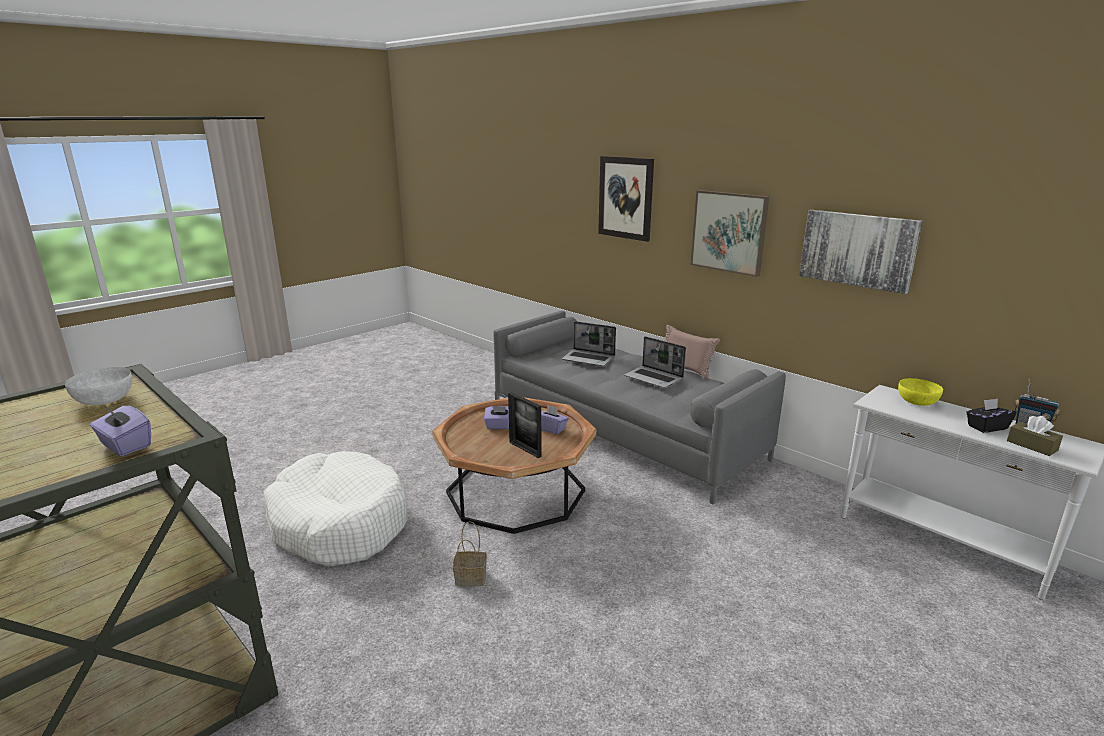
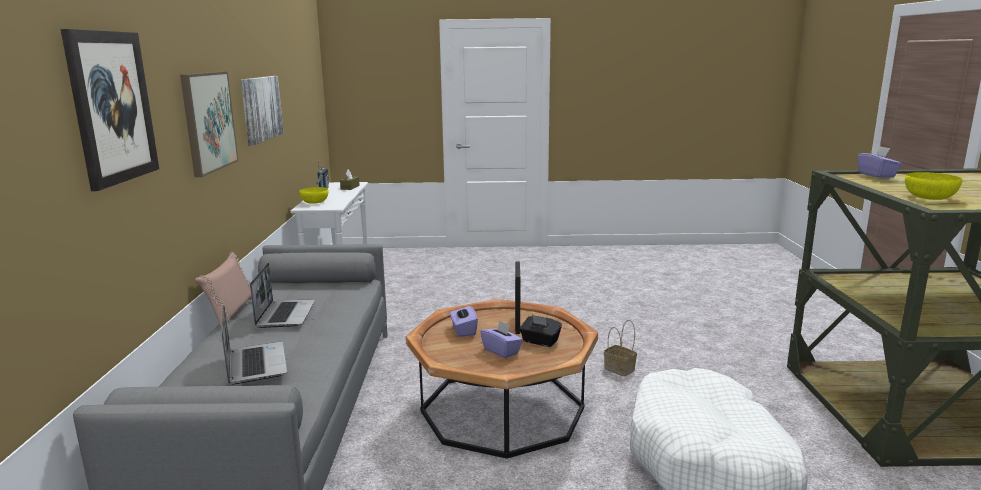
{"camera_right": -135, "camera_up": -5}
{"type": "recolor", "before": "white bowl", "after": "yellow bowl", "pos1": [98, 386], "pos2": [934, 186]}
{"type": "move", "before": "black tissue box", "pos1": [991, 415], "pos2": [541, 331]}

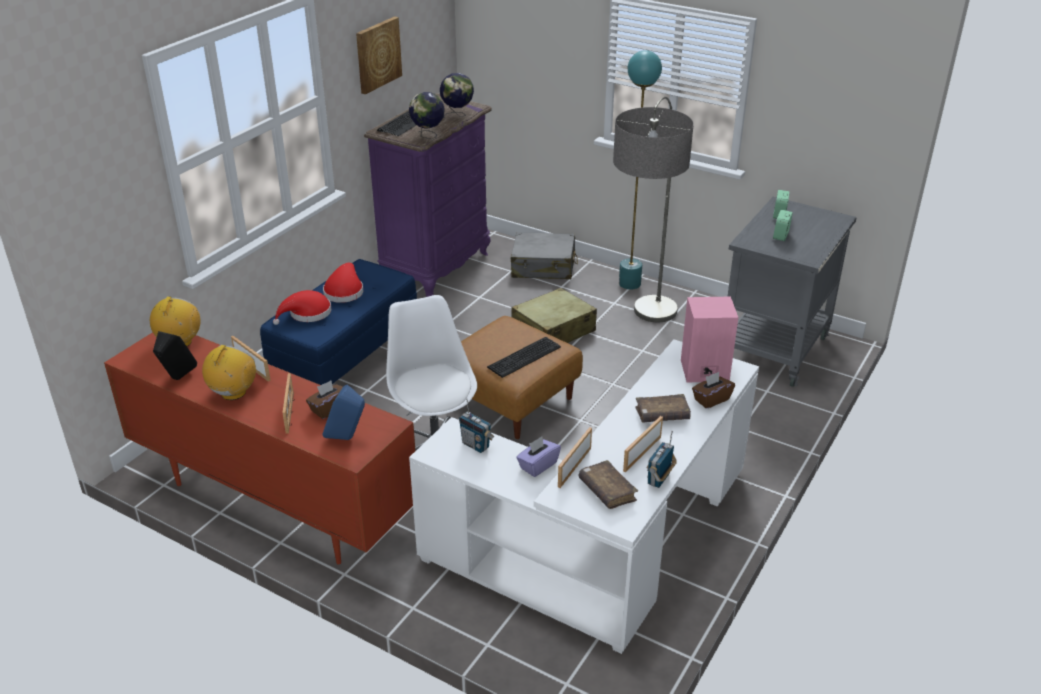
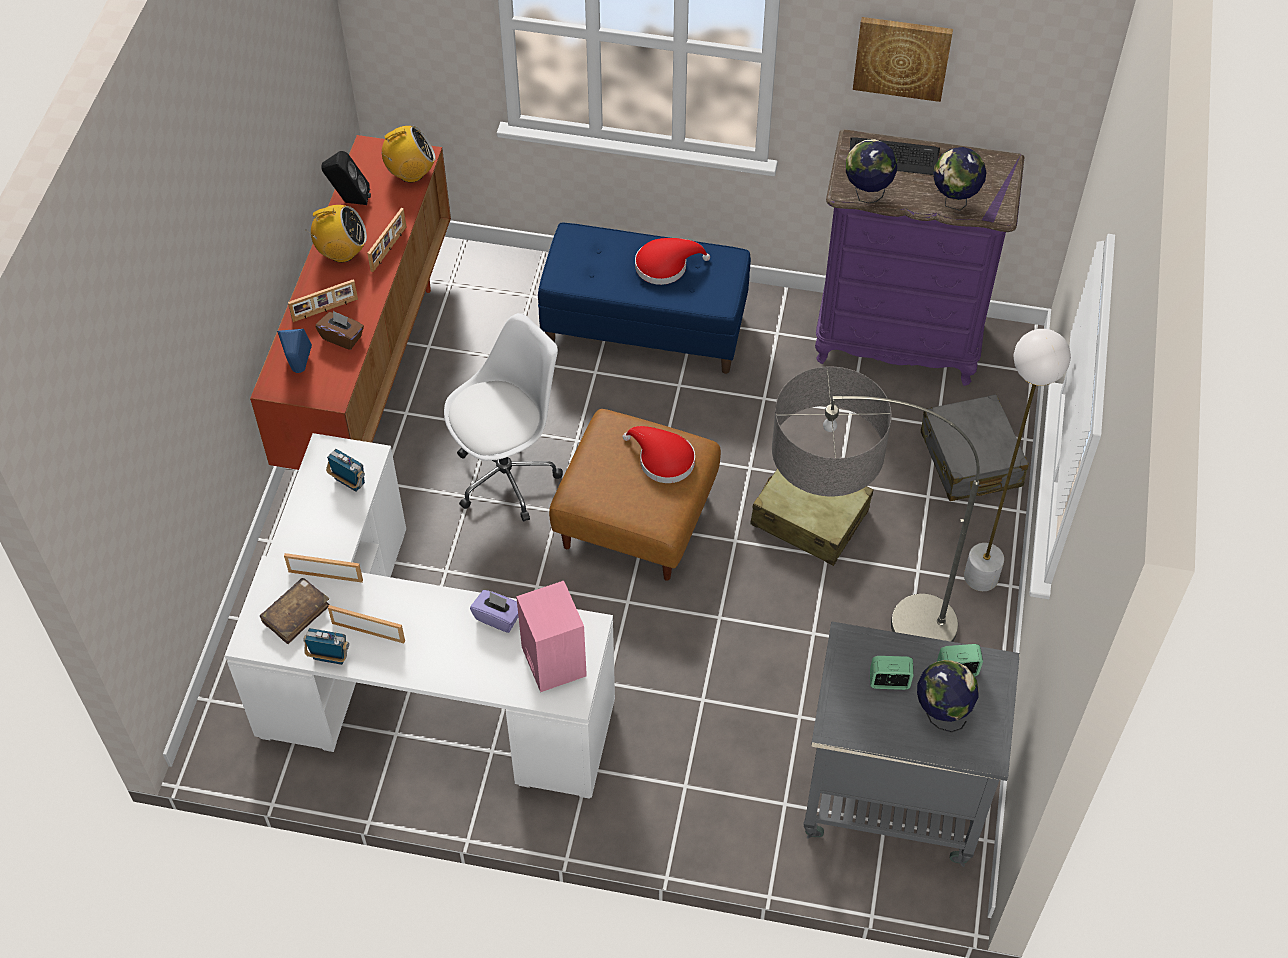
{"camera_right": 70, "camera_up": 20}
{"type": "move", "before": "red hat", "pos1": [302, 307], "pos2": [659, 454]}
{"type": "rotate", "before": "radio", "pos1": [476, 425], "pos2": [345, 470], "turn": 105}
{"type": "delete", "before": "keyboard", "pos1": [524, 357]}
{"type": "move", "before": "purple tissue box", "pos1": [538, 456], "pos2": [494, 611]}
{"type": "recolor", "before": "turquoise floor lamp", "after": "white floor lamp", "pos1": [640, 170], "pos2": [1017, 460]}
{"type": "delete", "before": "brown book", "pos1": [663, 408]}
{"type": "delete", "before": "brown tissue box", "pos1": [713, 390]}
{"type": "insert", "after": "globe", "pos2": [948, 696]}

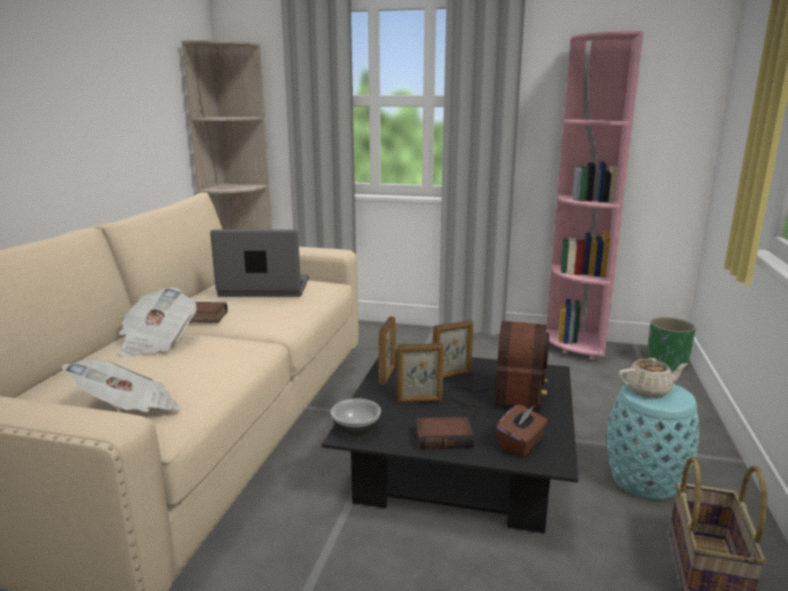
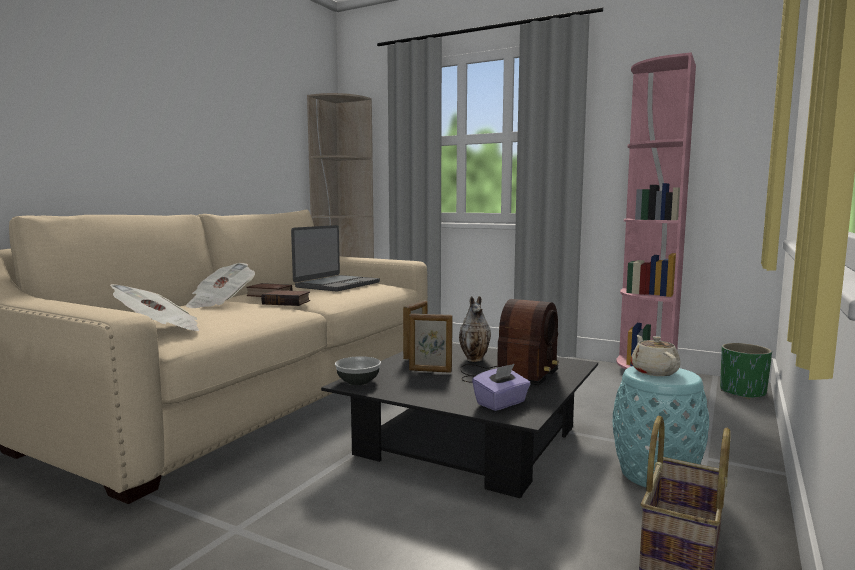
{"camera_right": 15, "camera_up": -10}
{"type": "rotate", "before": "laptop", "pos1": [259, 263], "pos2": [335, 258], "turn": 105}
{"type": "move", "before": "book", "pos1": [445, 433], "pos2": [285, 298]}
{"type": "replace", "before": "picture frame", "after": "vase", "pos1": [453, 349], "pos2": [475, 329]}
{"type": "recolor", "before": "brown tissue box", "after": "purple tissue box", "pos1": [522, 431], "pos2": [501, 387]}
{"type": "rotate", "before": "beige teapot", "pos1": [653, 378], "pos2": [656, 355], "turn": -105}

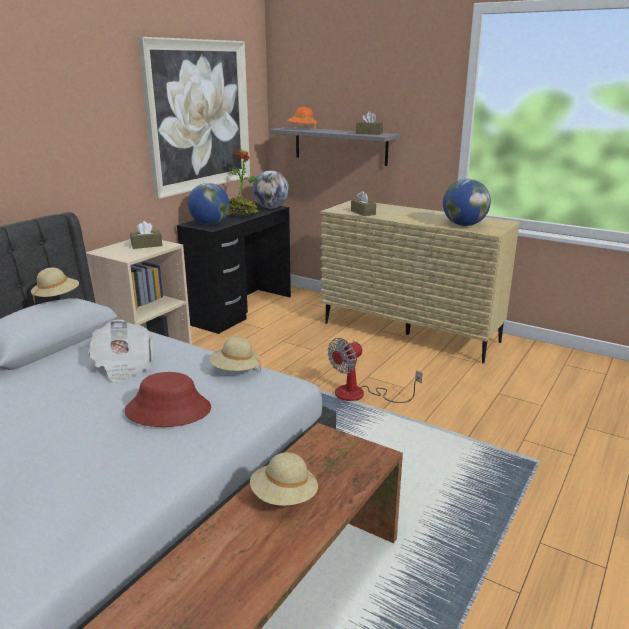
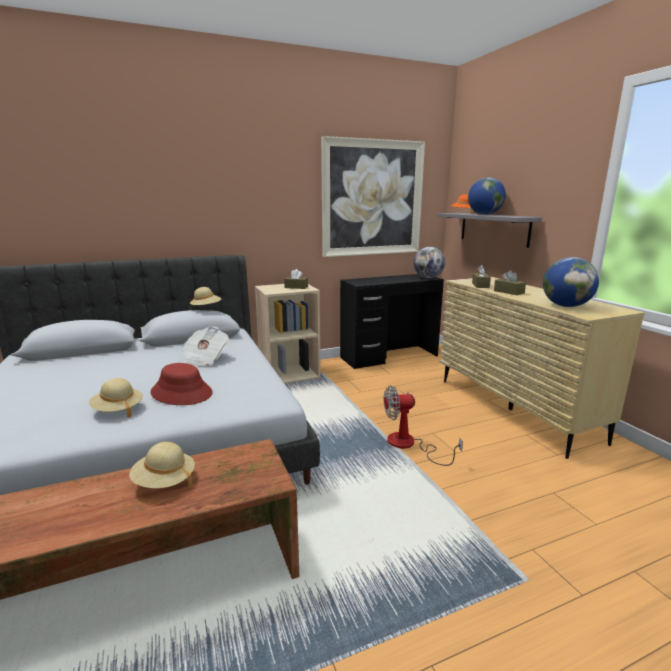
{"camera_right": 35, "camera_up": -5}
{"type": "move", "before": "globe", "pos1": [209, 204], "pos2": [487, 196]}
{"type": "move", "before": "beige hat", "pos1": [235, 354], "pos2": [116, 398]}
{"type": "delete", "before": "potted plant", "pos1": [243, 182]}
{"type": "move", "before": "brown tissue box", "pos1": [369, 123], "pos2": [510, 282]}

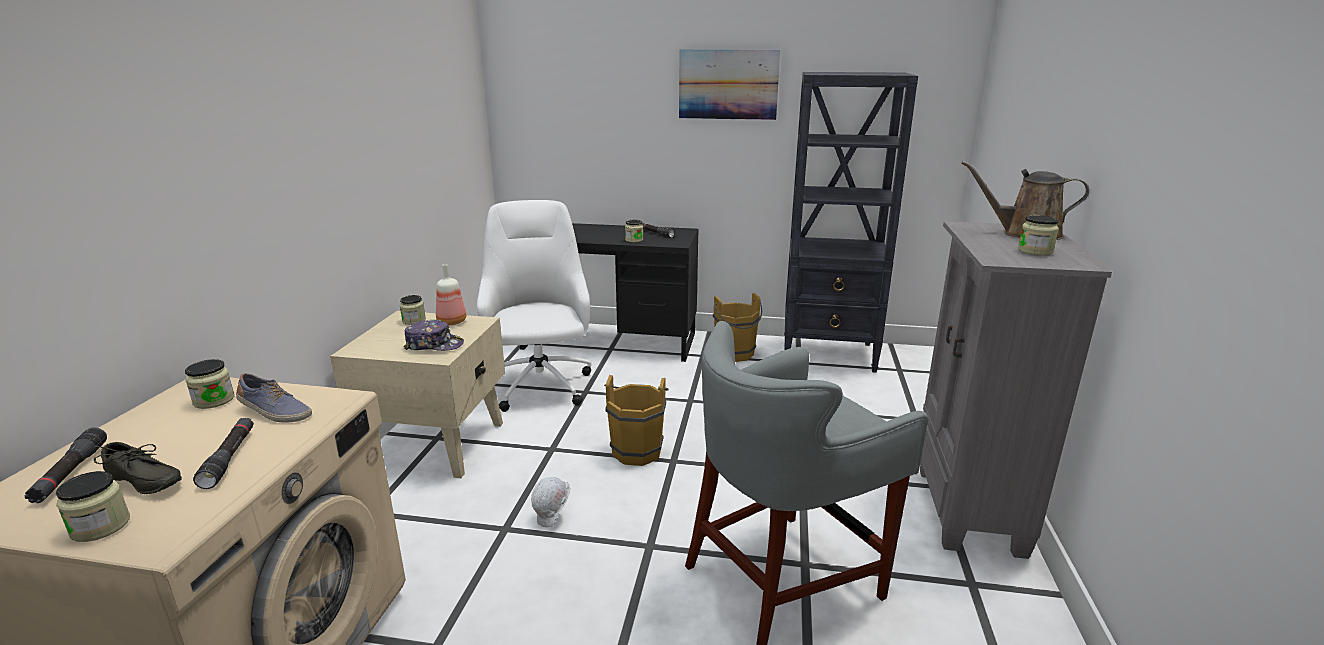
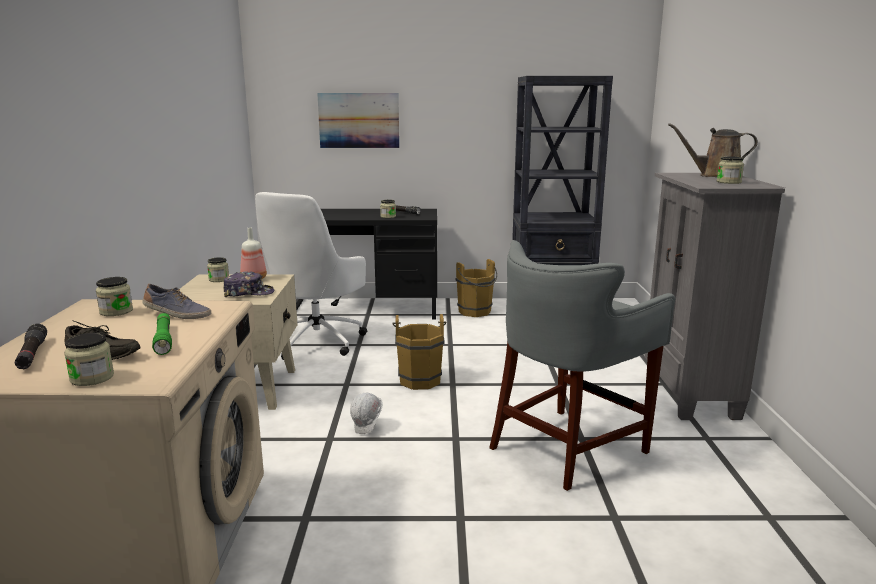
{"camera_right": -10, "camera_up": -5}
{"type": "recolor", "before": "black flashlight", "after": "green flashlight", "pos1": [223, 453], "pos2": [162, 334]}
{"type": "rotate", "before": "white office chair", "pos1": [534, 306], "pos2": [311, 276], "turn": -135}
{"type": "move", "before": "picture", "pos1": [729, 84], "pos2": [358, 120]}

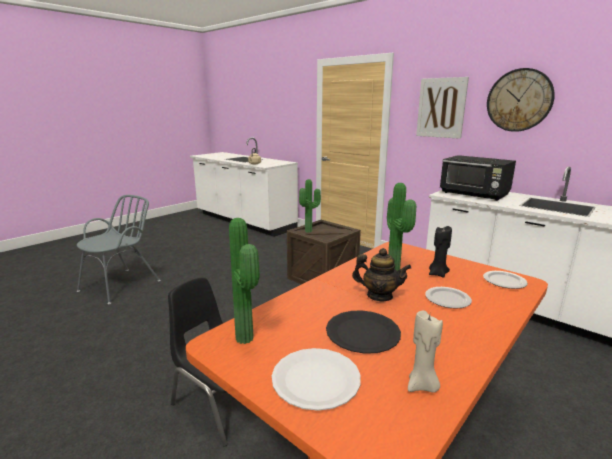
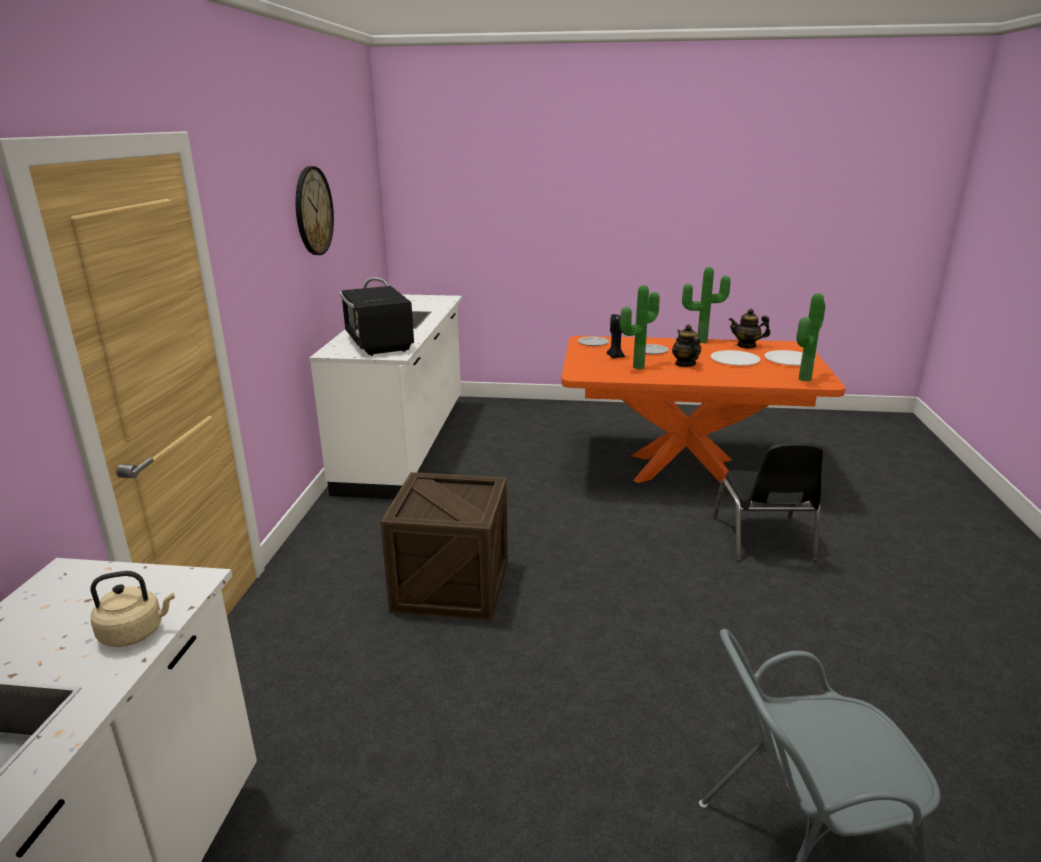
{"camera_right": -125, "camera_up": 5}
{"type": "move", "before": "potted plant", "pos1": [310, 205], "pos2": [706, 305]}
{"type": "recolor", "before": "black plate", "after": "white plate", "pos1": [363, 332], "pos2": [735, 358]}
{"type": "replace", "before": "beige candle", "after": "teapot", "pos1": [425, 351], "pos2": [749, 329]}
{"type": "delete", "before": "picture", "pos1": [442, 108]}
{"type": "rotate", "before": "black microwave", "pos1": [478, 178], "pos2": [376, 321], "turn": 150}

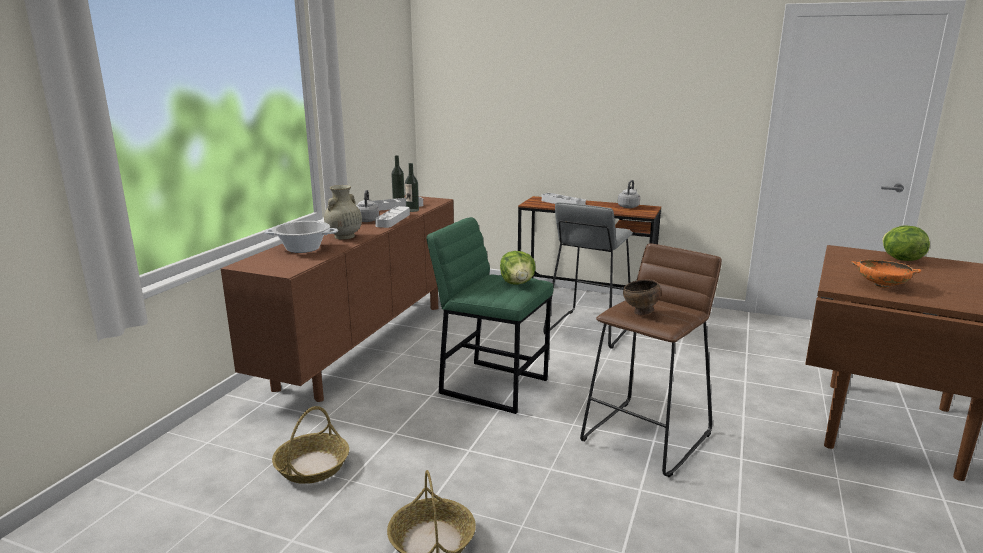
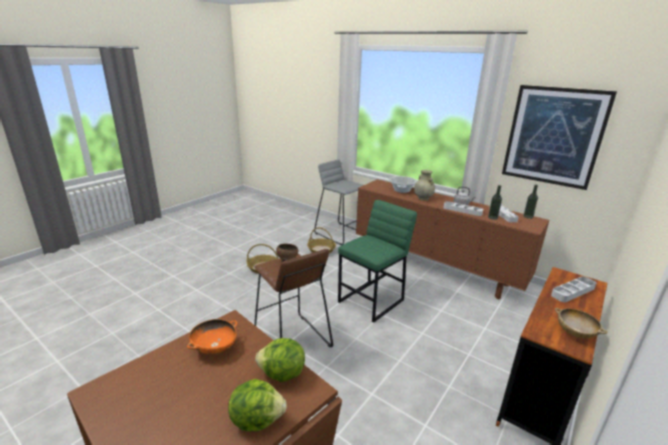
{"camera_right": 105, "camera_up": 5}
{"type": "move", "before": "lettuce", "pos1": [518, 268], "pos2": [280, 360]}
{"type": "move", "before": "grey stool", "pos1": [588, 275], "pos2": [338, 202]}
{"type": "replace", "before": "grey kettle", "after": "beige bowl", "pos1": [629, 194], "pos2": [581, 323]}
{"type": "insert", "after": "picture", "pos2": [559, 137]}

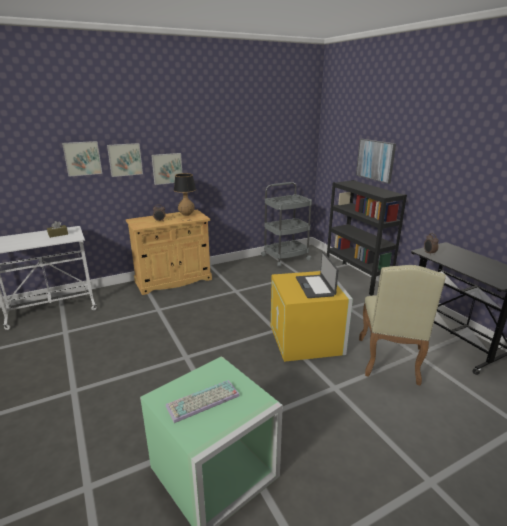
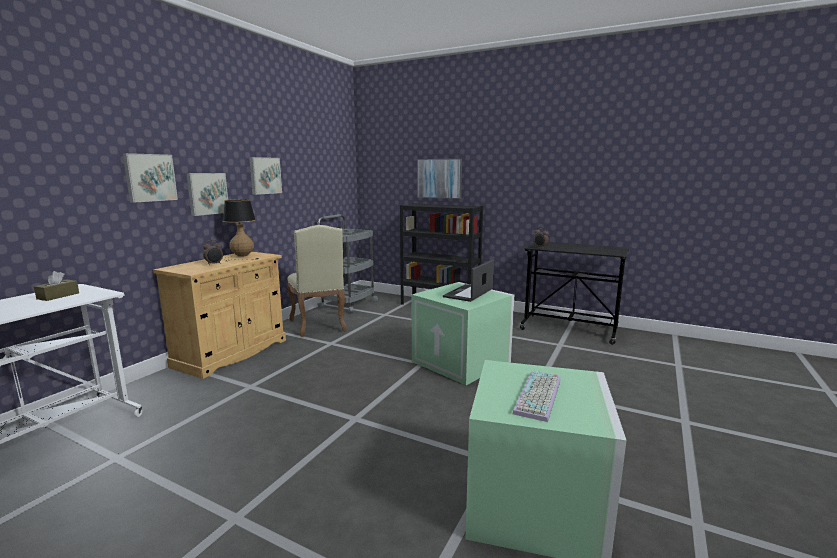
{"camera_right": -35, "camera_up": -10}
{"type": "move", "before": "picture", "pos1": [82, 159], "pos2": [265, 176]}
{"type": "recolor", "before": "yellow storage box", "after": "green storage box", "pos1": [312, 316], "pos2": [462, 333]}
{"type": "rotate", "before": "laptop", "pos1": [317, 274], "pos2": [468, 281], "turn": 75}
{"type": "move", "before": "beige chair", "pos1": [402, 325], "pos2": [316, 281]}

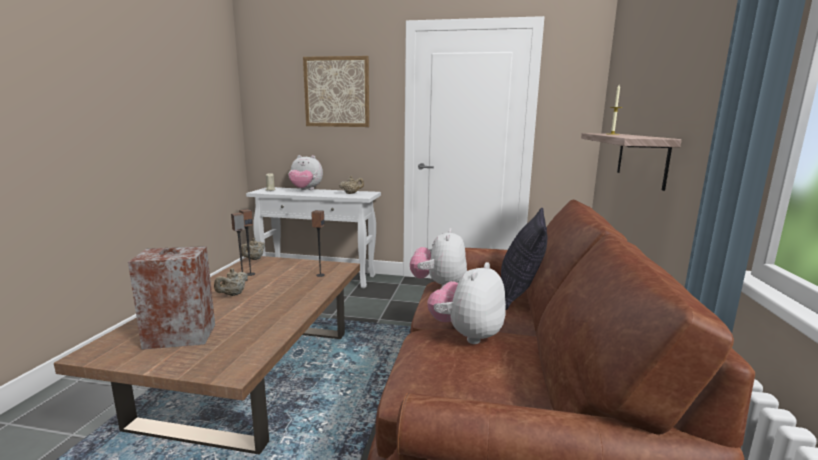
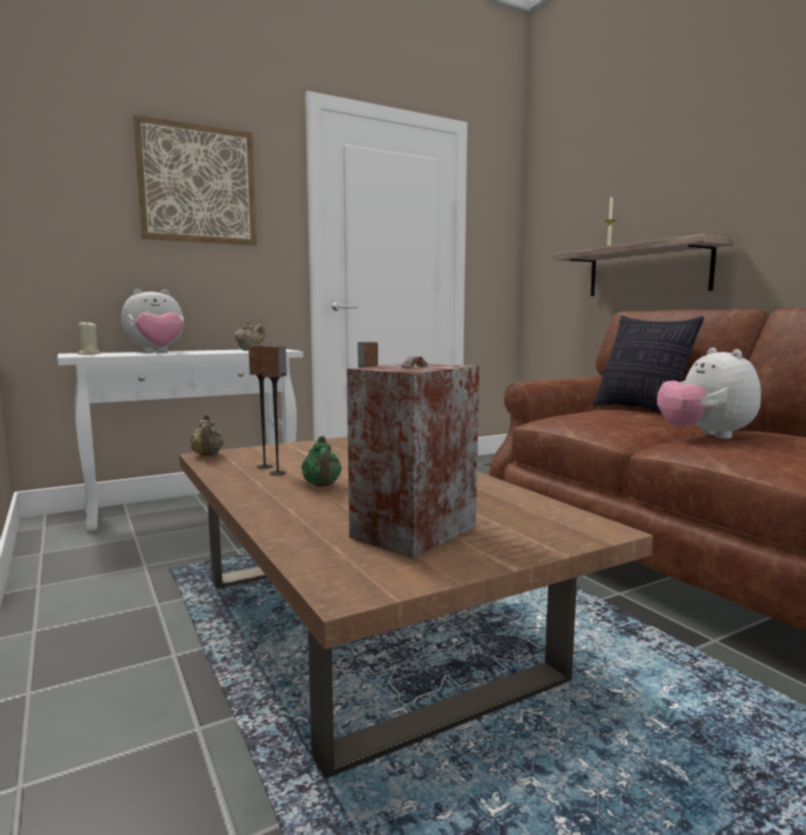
{"camera_right": -40, "camera_up": -5}
{"type": "recolor", "before": "beige teapot", "after": "green teapot", "pos1": [231, 282], "pos2": [321, 461]}
{"type": "delete", "before": "plush toy", "pos1": [438, 257]}

